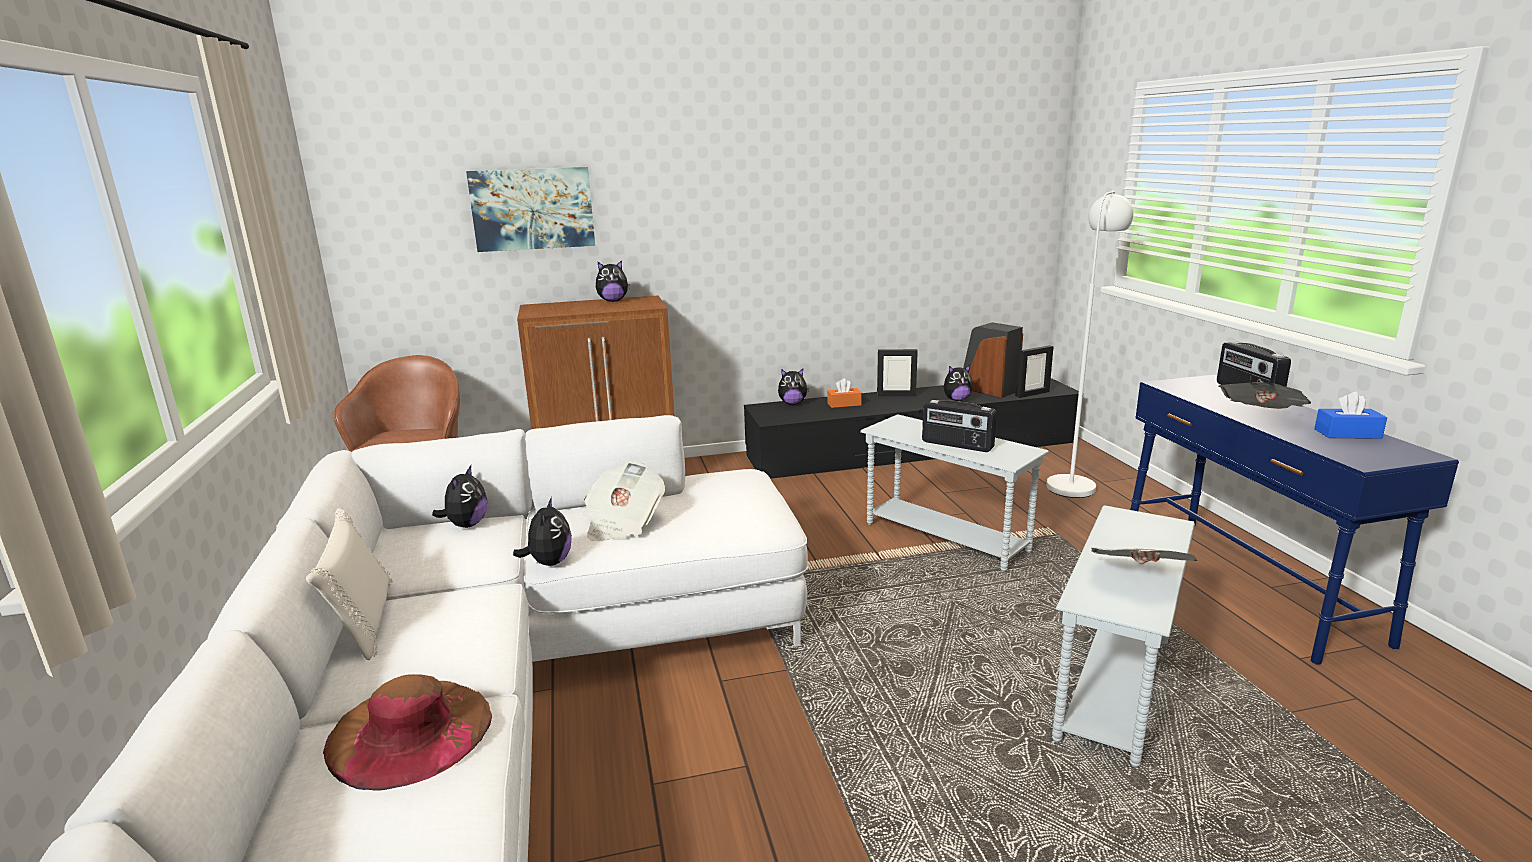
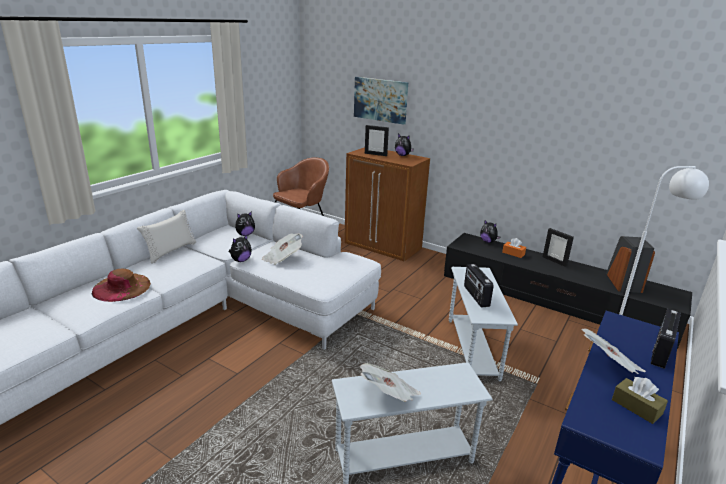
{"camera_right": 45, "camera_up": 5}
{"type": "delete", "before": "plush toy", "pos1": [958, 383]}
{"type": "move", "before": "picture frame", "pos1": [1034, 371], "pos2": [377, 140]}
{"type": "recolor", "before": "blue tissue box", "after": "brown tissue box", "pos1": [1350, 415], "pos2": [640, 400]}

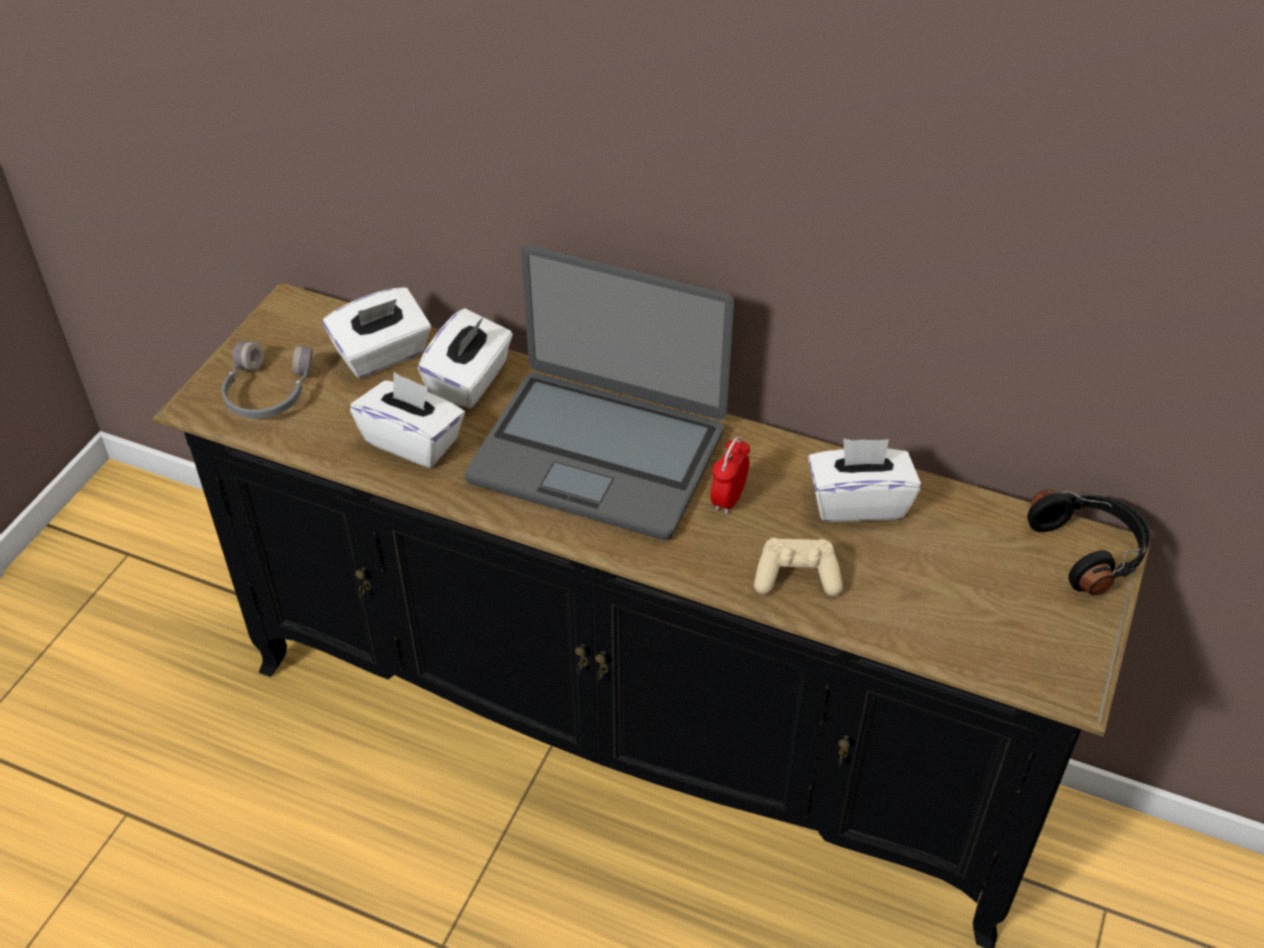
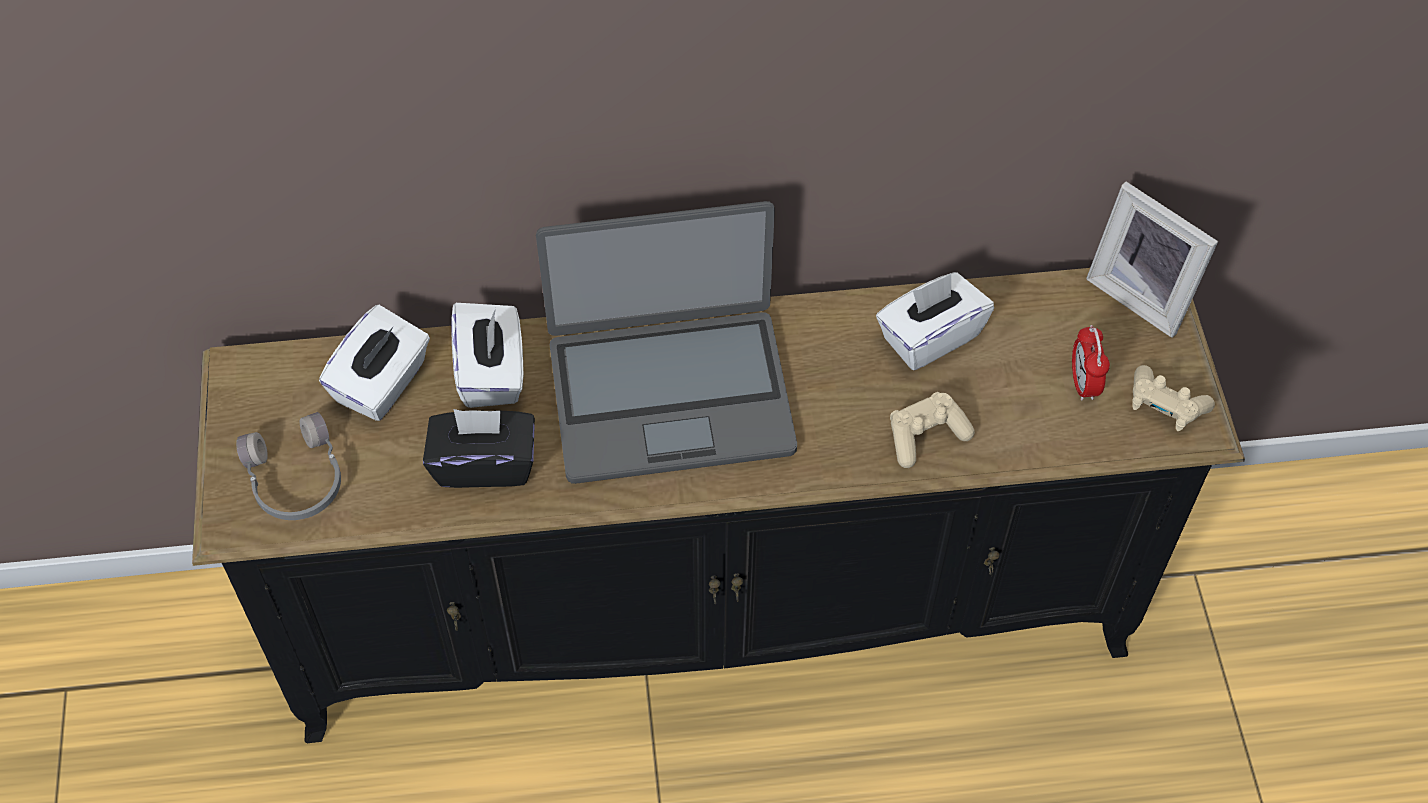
{"camera_right": -30, "camera_up": 10}
{"type": "recolor", "before": "white tissue box", "after": "black tissue box", "pos1": [407, 420], "pos2": [479, 448]}
{"type": "move", "before": "alarm clock", "pos1": [730, 475], "pos2": [1091, 363]}
{"type": "replace", "before": "black headphones", "after": "picture frame", "pos1": [1089, 542], "pos2": [1152, 260]}
{"type": "insert", "after": "beige game controller", "pos2": [1173, 398]}

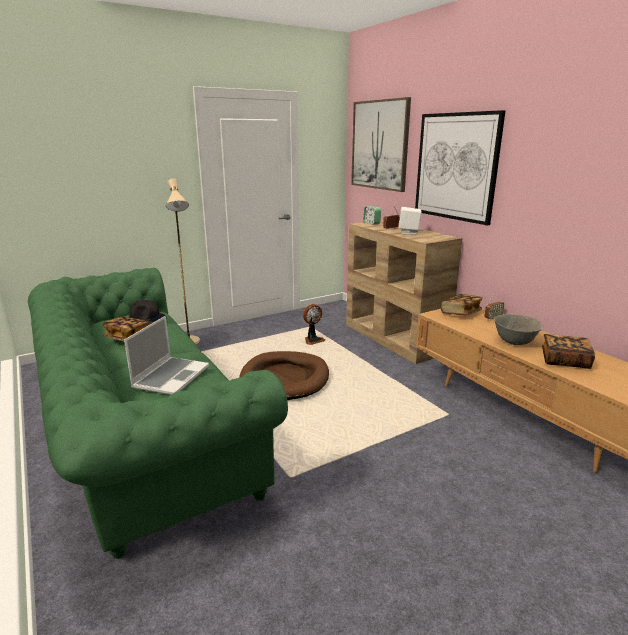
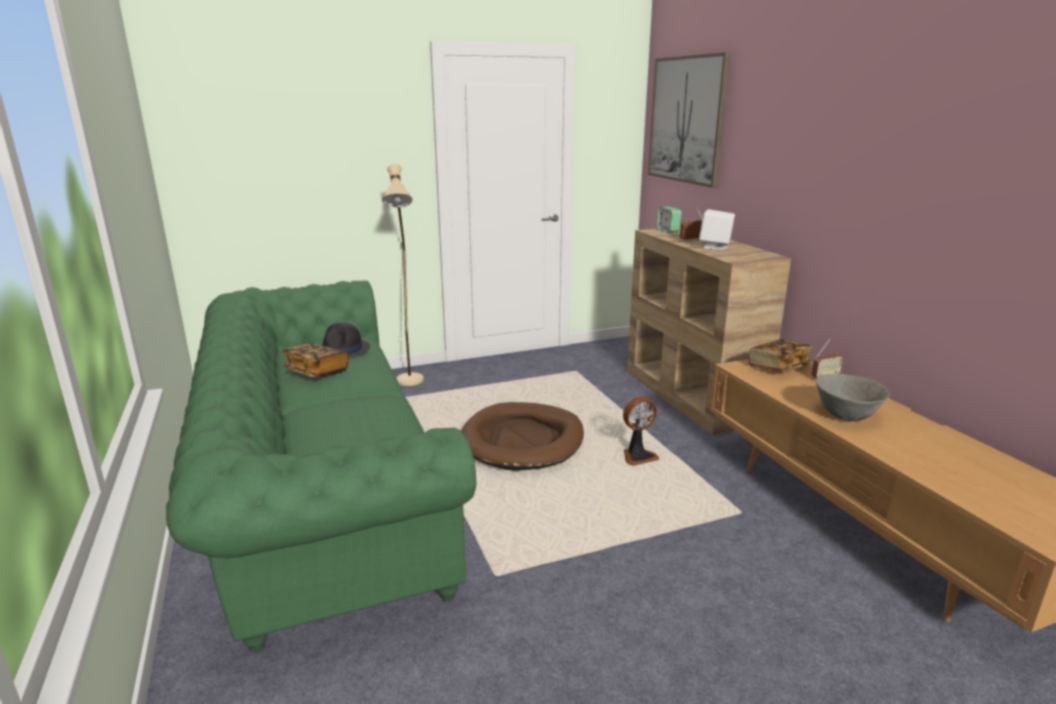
{"camera_right": 10, "camera_up": 0}
{"type": "delete", "before": "laptop", "pos1": [166, 355]}
{"type": "move", "before": "fan", "pos1": [314, 324], "pos2": [641, 431]}
{"type": "delete", "before": "picture", "pos1": [460, 167]}
{"type": "delete", "before": "book", "pos1": [568, 351]}

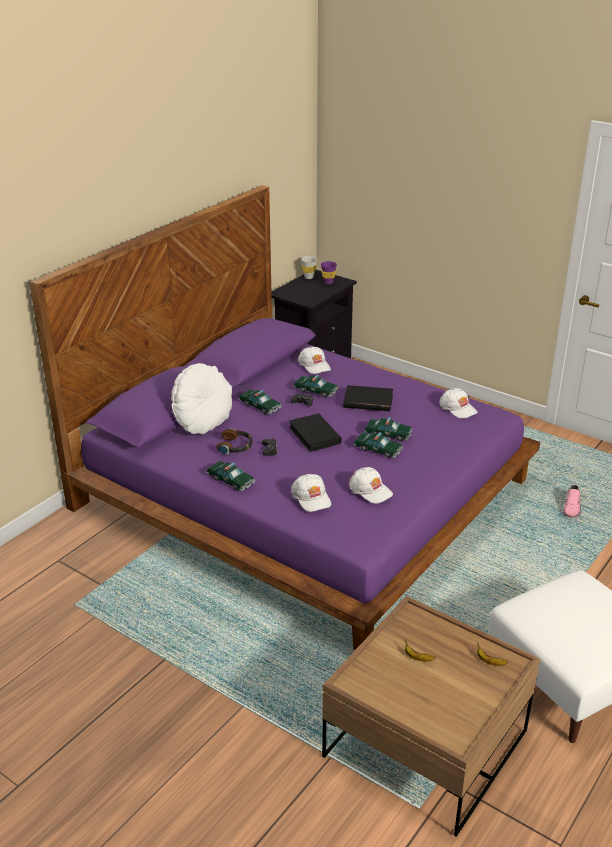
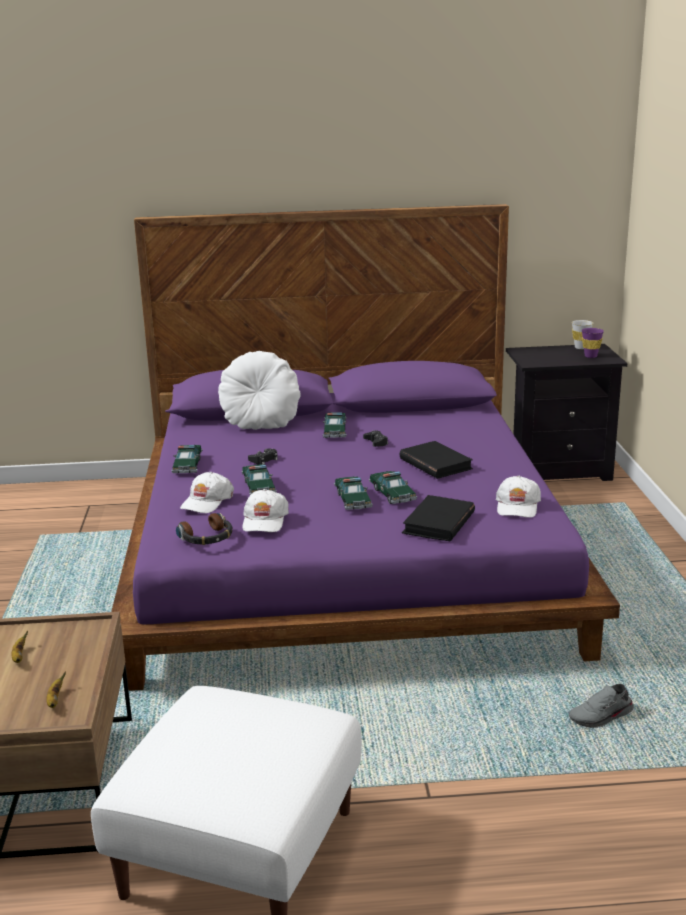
{"camera_right": 50, "camera_up": -10}
{"type": "move", "before": "headphones", "pos1": [234, 441], "pos2": [204, 529]}
{"type": "move", "before": "black book", "pos1": [315, 432], "pos2": [438, 518]}
{"type": "move", "before": "toy car", "pos1": [316, 386], "pos2": [259, 479]}
{"type": "delete", "before": "white cap", "pos1": [314, 360]}
{"type": "recolor", "before": "pink shoe", "after": "grey shoe", "pos1": [572, 501], "pos2": [601, 706]}

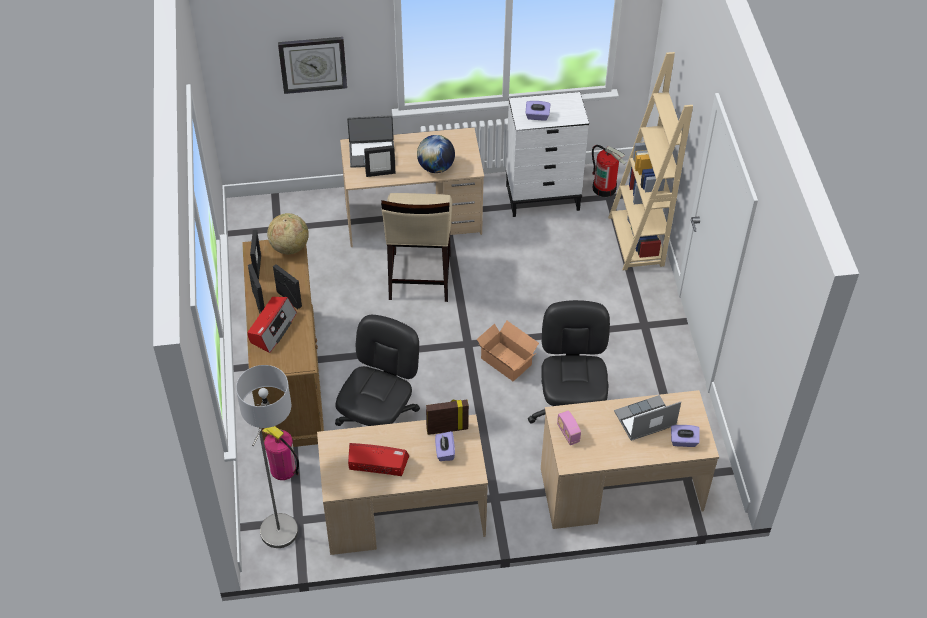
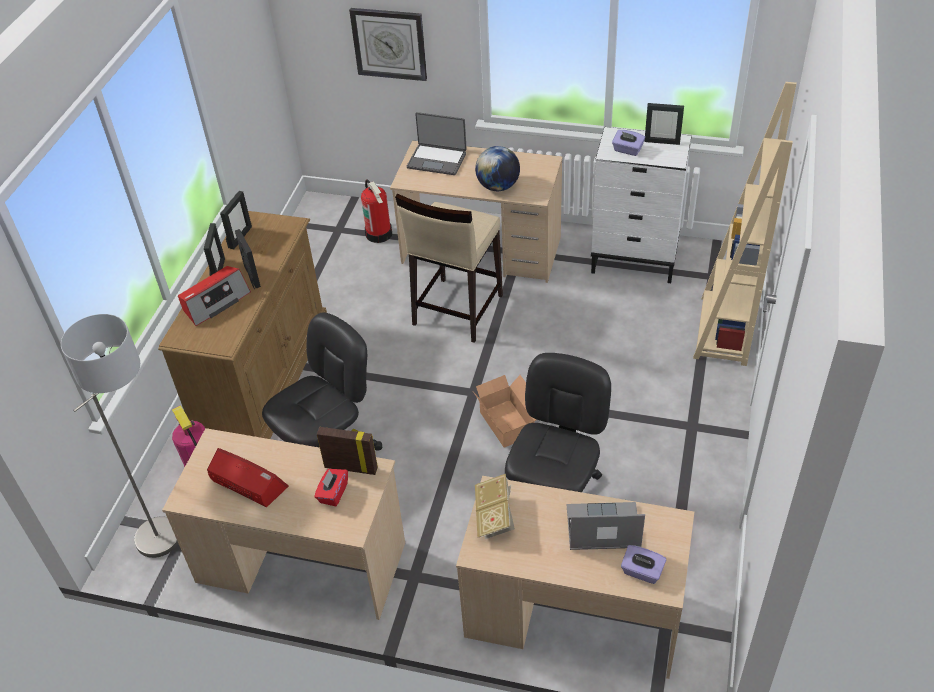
{"camera_right": 25, "camera_up": -5}
{"type": "delete", "before": "globe", "pos1": [288, 233]}
{"type": "move", "before": "picture frame", "pos1": [380, 161], "pos2": [664, 124]}
{"type": "recolor", "before": "purple tissue box", "after": "red tissue box", "pos1": [445, 446], "pos2": [331, 488]}
{"type": "replace", "before": "radio", "after": "book", "pos1": [569, 427], "pos2": [495, 506]}
{"type": "move", "before": "fire extinguisher", "pos1": [609, 171], "pos2": [376, 211]}

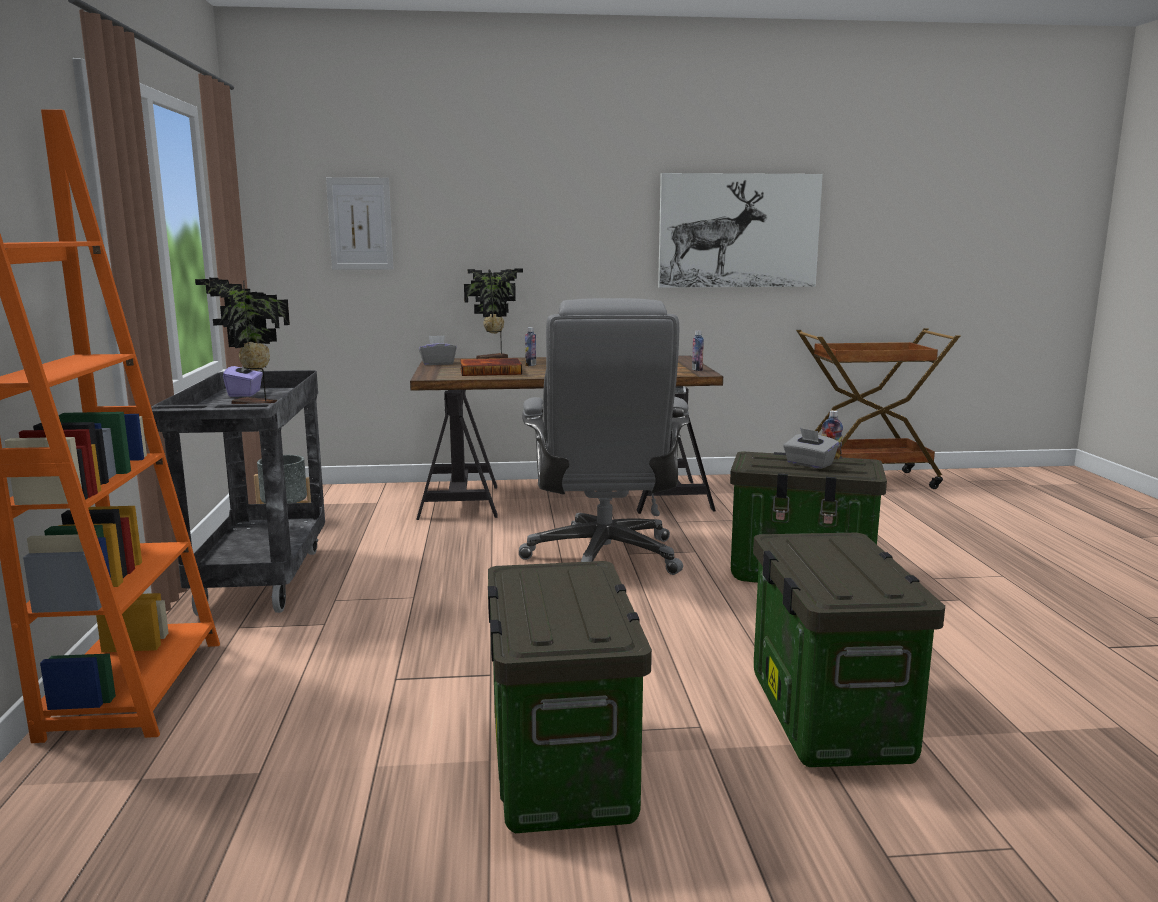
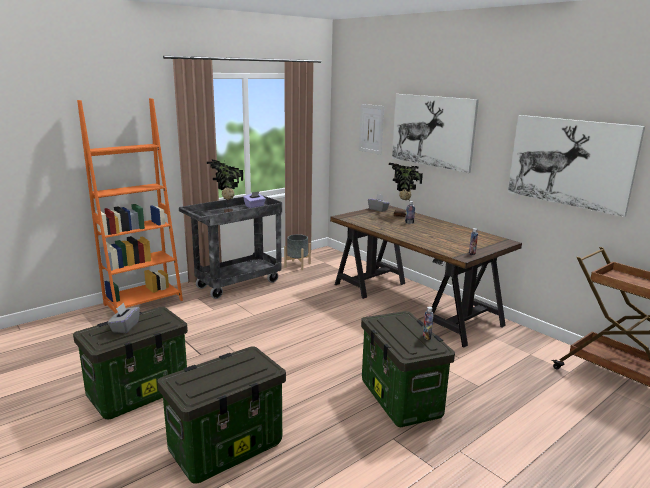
{"camera_right": 55, "camera_up": 5}
{"type": "delete", "before": "book", "pos1": [491, 367]}
{"type": "delete", "before": "grey office chair", "pos1": [604, 436]}
{"type": "move", "before": "grey tissue box", "pos1": [811, 448], "pos2": [124, 318]}
{"type": "insert", "after": "picture", "pos2": [435, 133]}

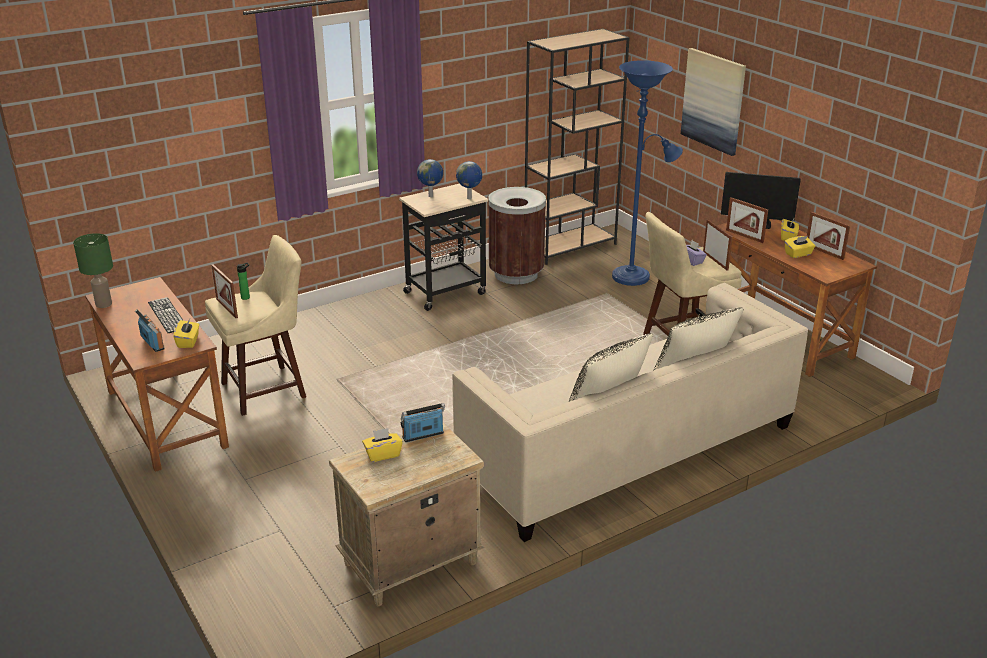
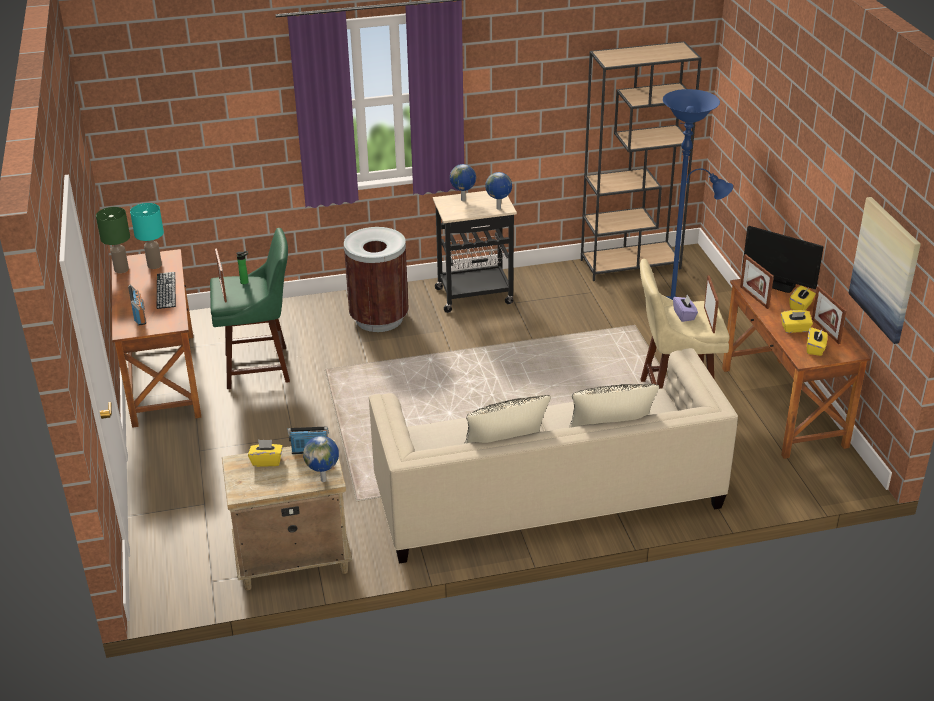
{"camera_right": 20, "camera_up": 5}
{"type": "move", "before": "yellow tissue box", "pos1": [186, 333], "pos2": [817, 341]}
{"type": "recolor", "before": "beige stool", "after": "green stool", "pos1": [255, 325], "pos2": [250, 308]}
{"type": "move", "before": "brown trash can", "pos1": [517, 235], "pos2": [376, 279]}
{"type": "move", "before": "picture", "pos1": [713, 102], "pos2": [885, 270]}
{"type": "insert", "after": "turquoise table lamp", "pos2": [147, 236]}
{"type": "insert", "after": "globe", "pos2": [321, 459]}

